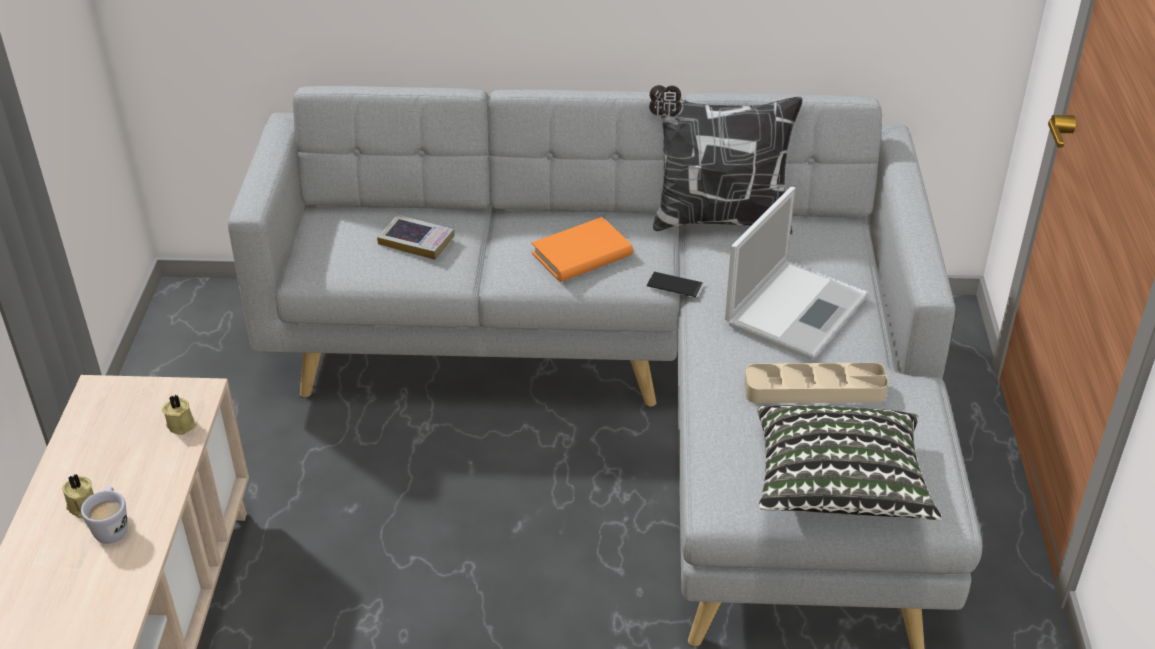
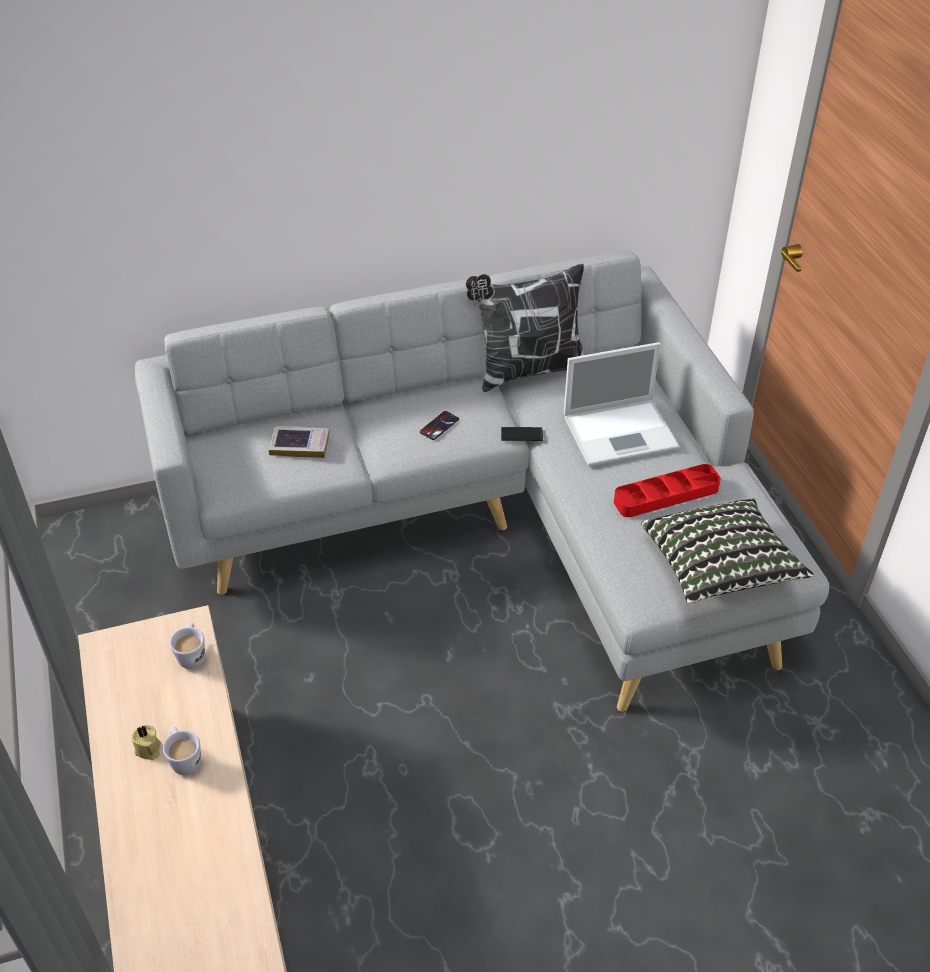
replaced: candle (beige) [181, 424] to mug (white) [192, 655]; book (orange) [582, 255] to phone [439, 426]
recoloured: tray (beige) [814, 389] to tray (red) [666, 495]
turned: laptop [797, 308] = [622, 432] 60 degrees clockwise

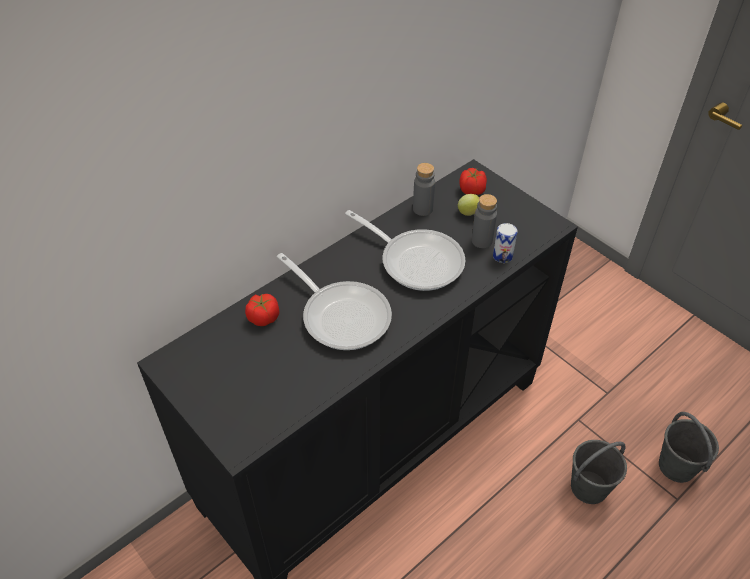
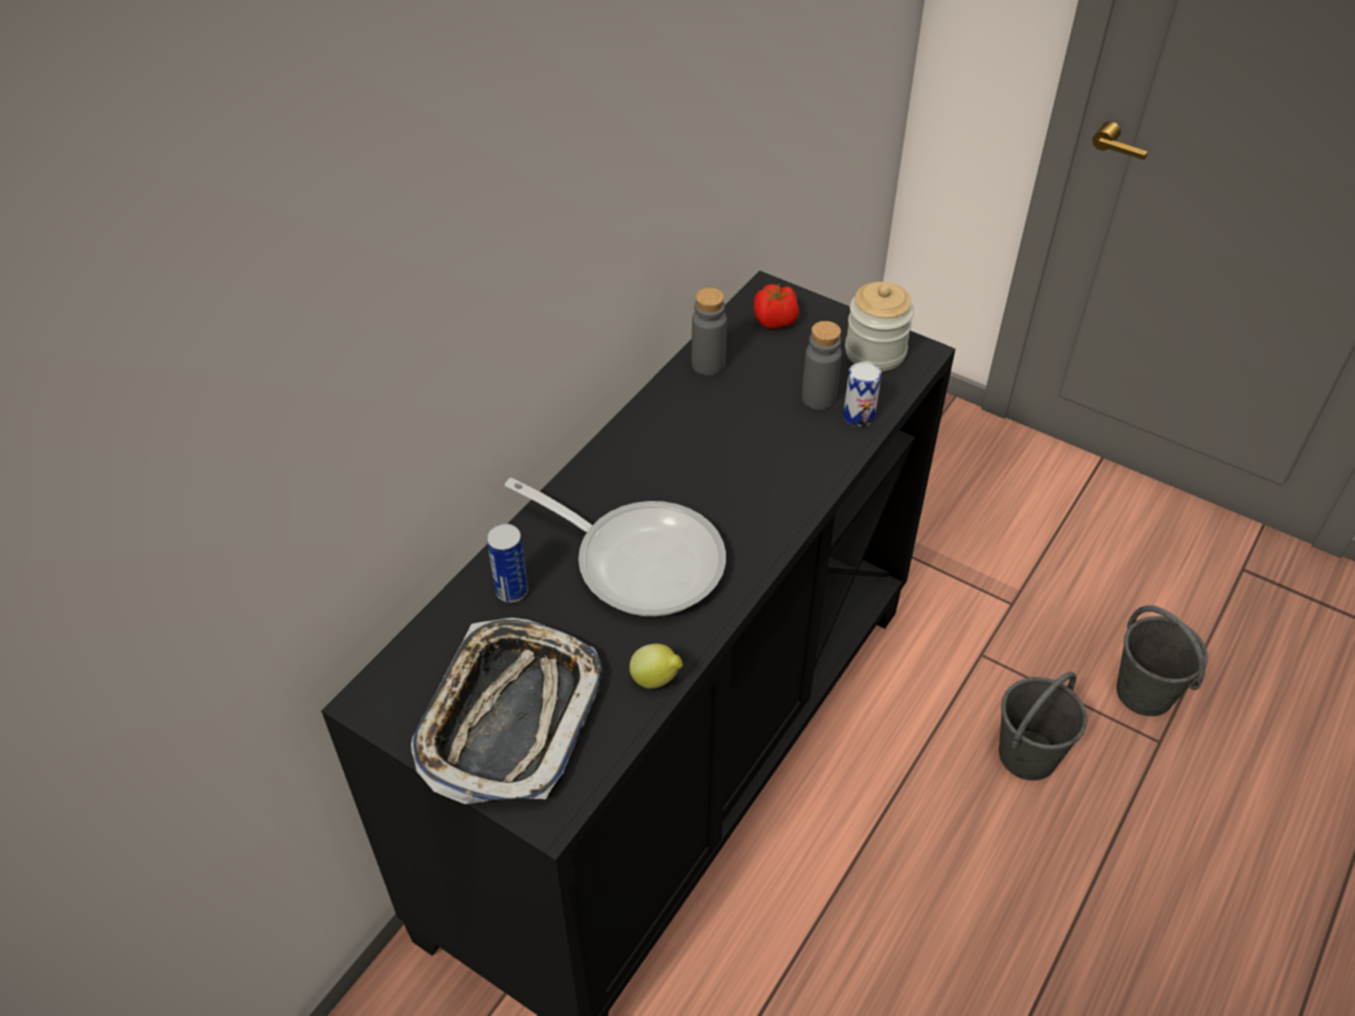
removed: frying pan [416, 260]
added: tray [509, 717]; jar [875, 352]
moved: lemon [469, 213] to [656, 680]
replaced: tomato [263, 318] to can [512, 591]

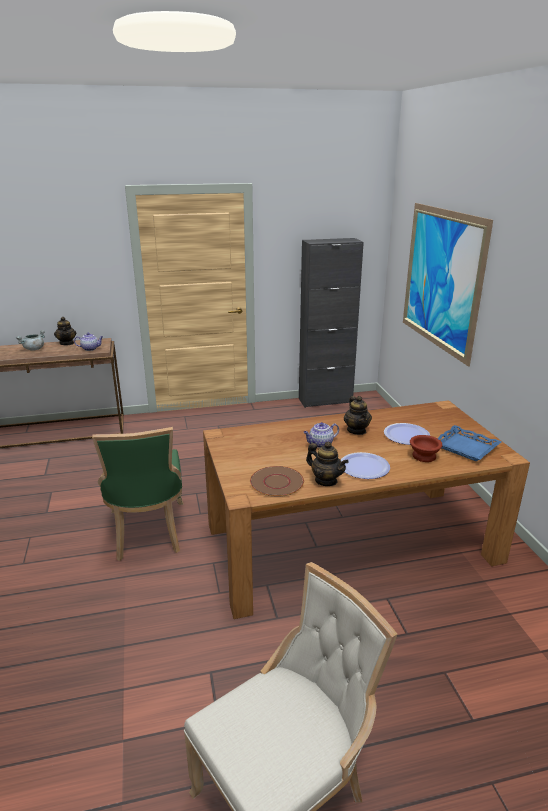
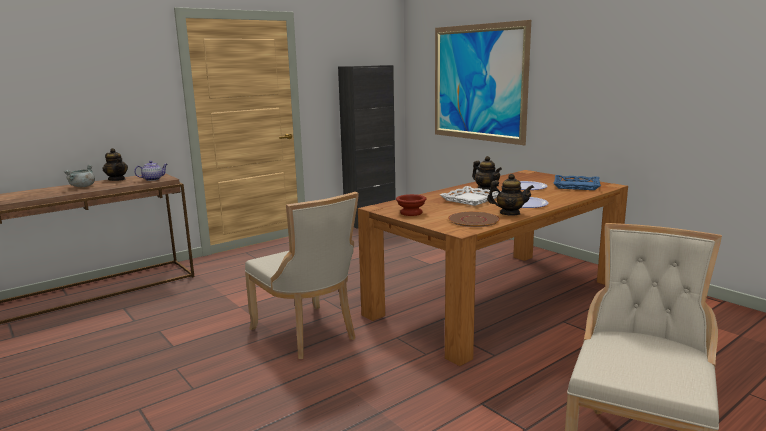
moved: bowl (brown) [424, 457] to [412, 213]
replaced: teapot [320, 444] to tray (white) [471, 199]
recoloured: chair (green) [148, 533] to chair (beige) [307, 334]

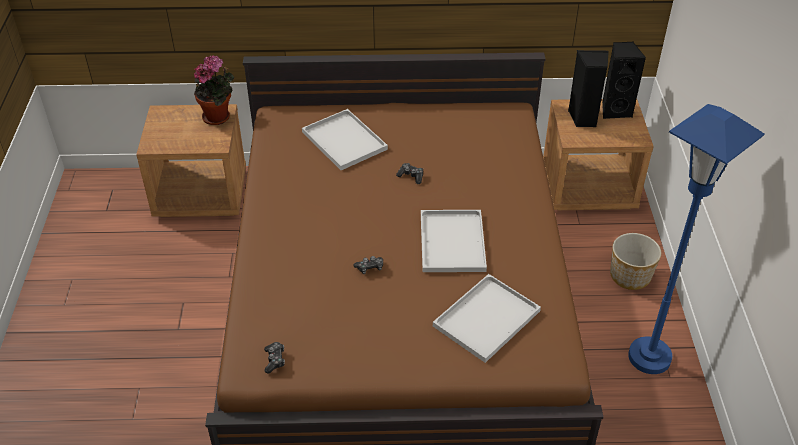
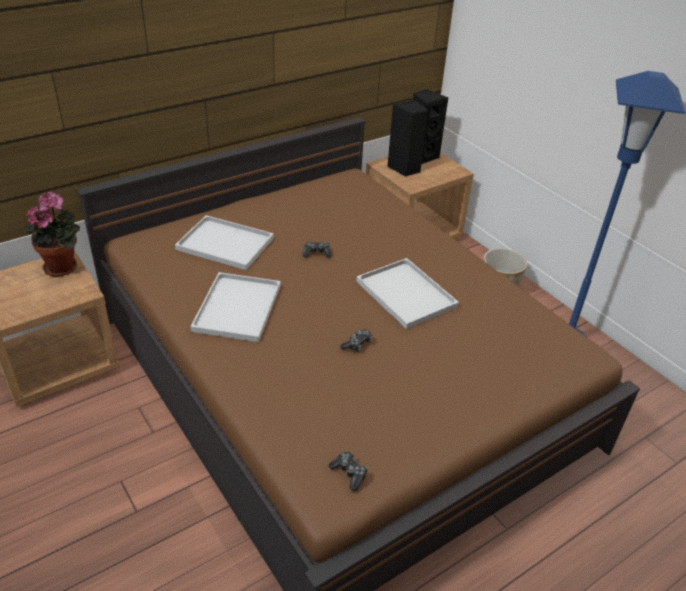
moved: tray (white) [487, 317] to [237, 306]

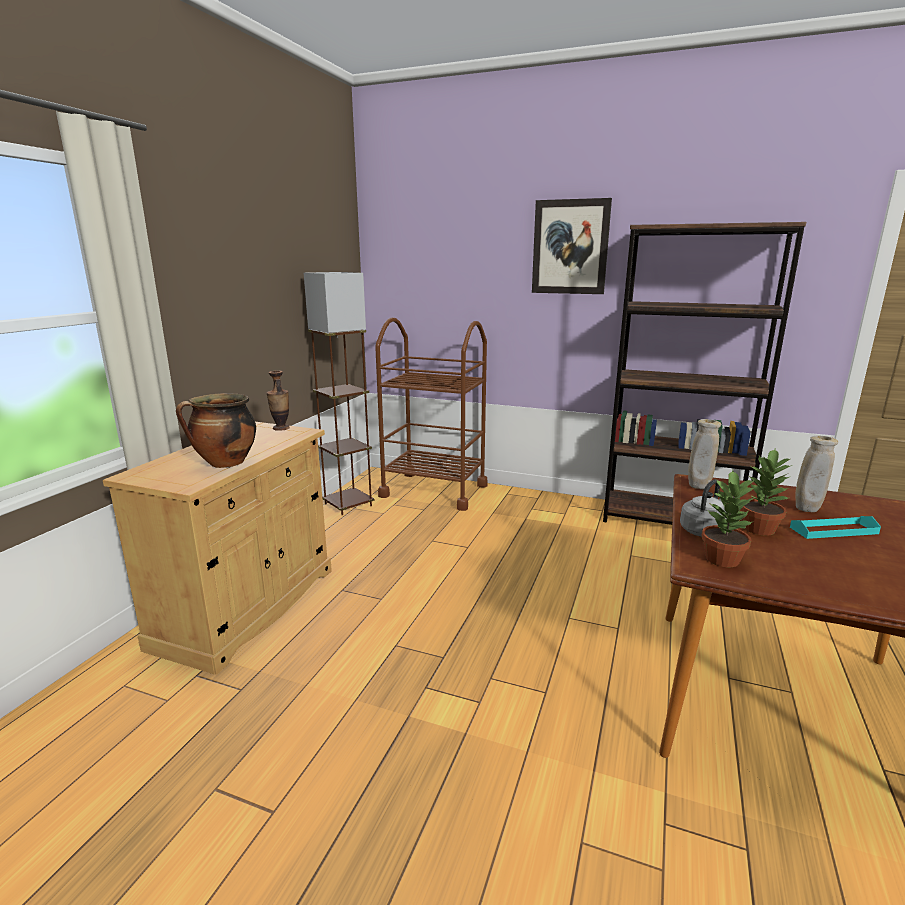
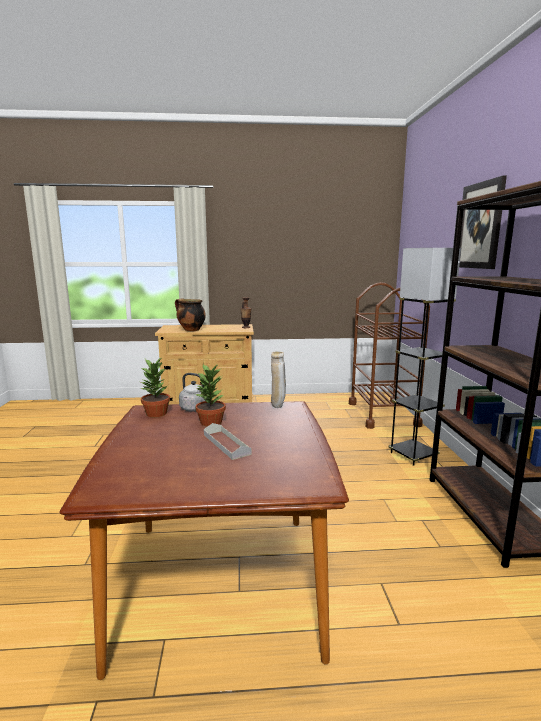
removed: floor lamp (brown) [348, 505]; vase (beige) [806, 510]
added: floor lamp (grey) [413, 455]
recoloured: tray (turquoise) [833, 530] to tray (grey) [226, 444]

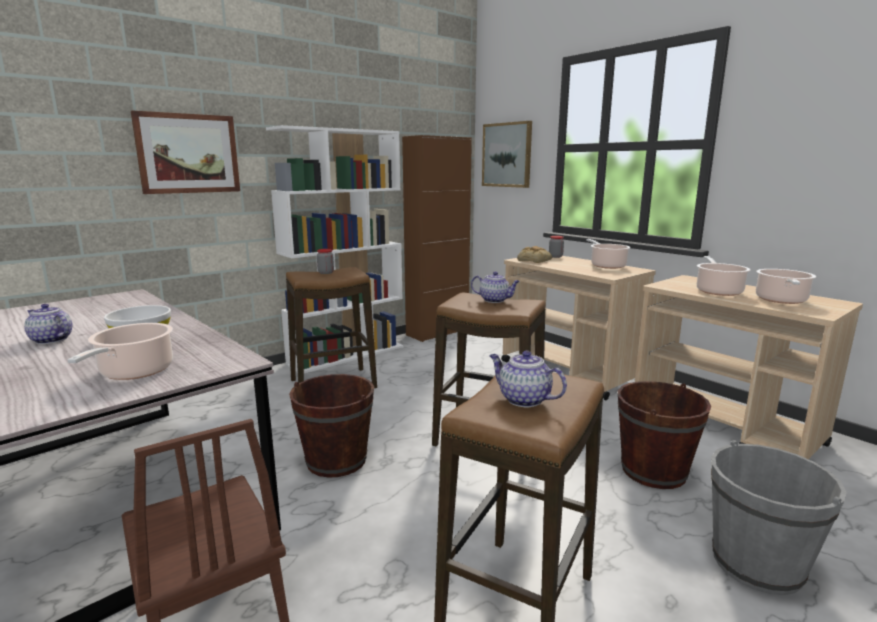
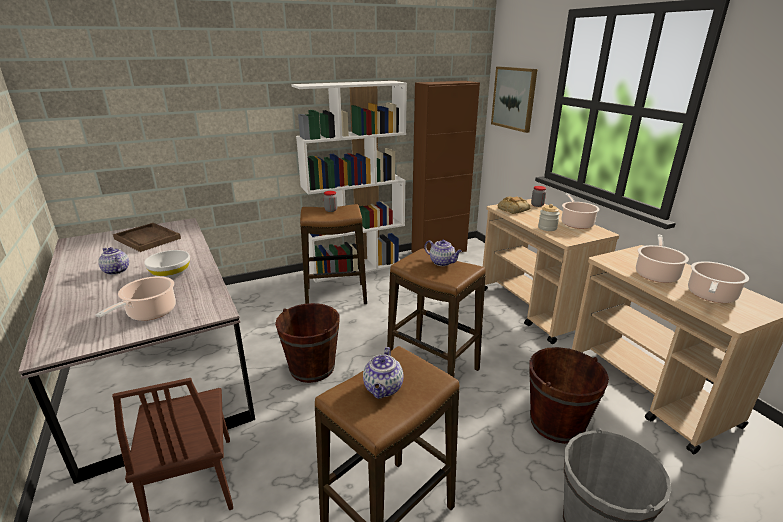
removed: picture [188, 153]
added: tray (brown) [147, 238]; jar [547, 228]
turned: teapot [523, 399] = [383, 389] 135 degrees counterclockwise

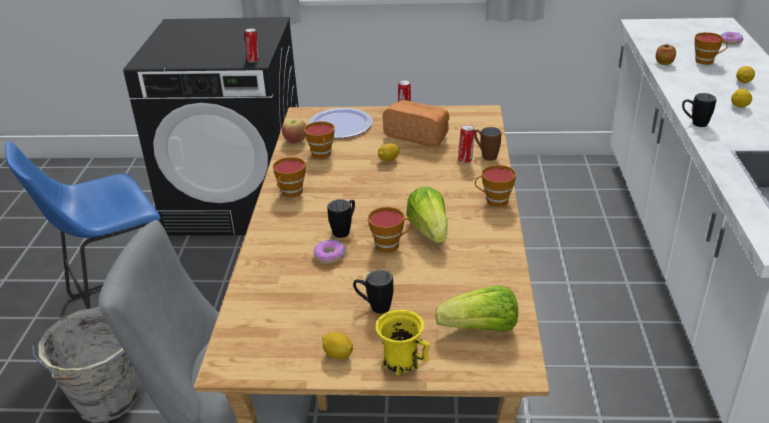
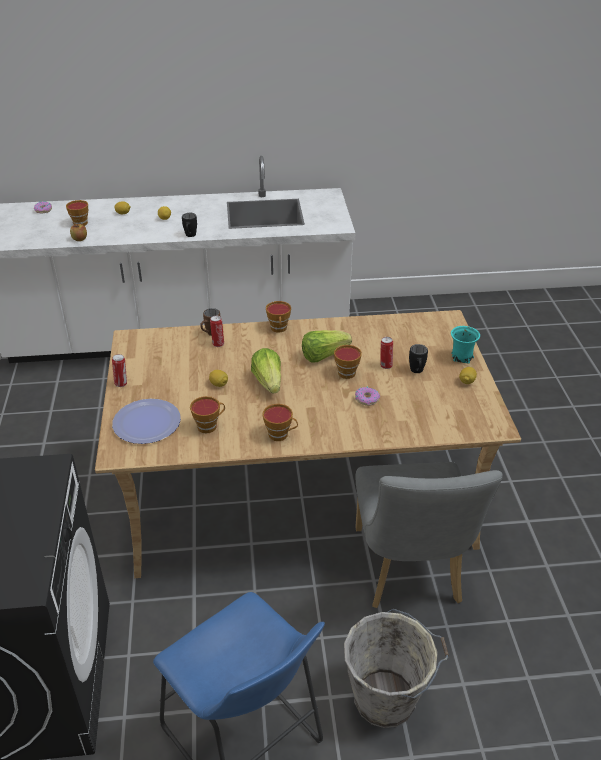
removed: apple [295, 141]; mug (black) [344, 230]; bread [418, 135]
moved: can [253, 60] to [385, 365]; lettuce [481, 328] to [268, 382]
recoloured: mug (yellow) [401, 361] to mug (turquoise) [461, 357]

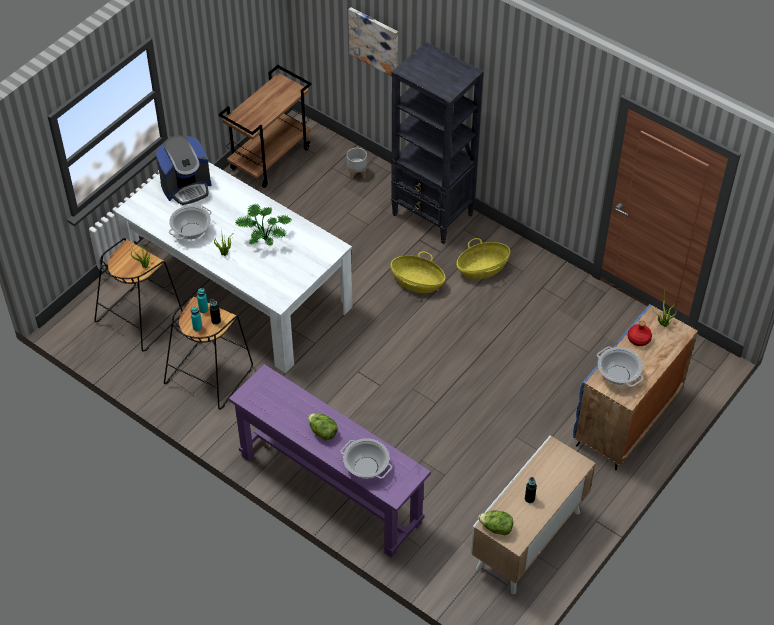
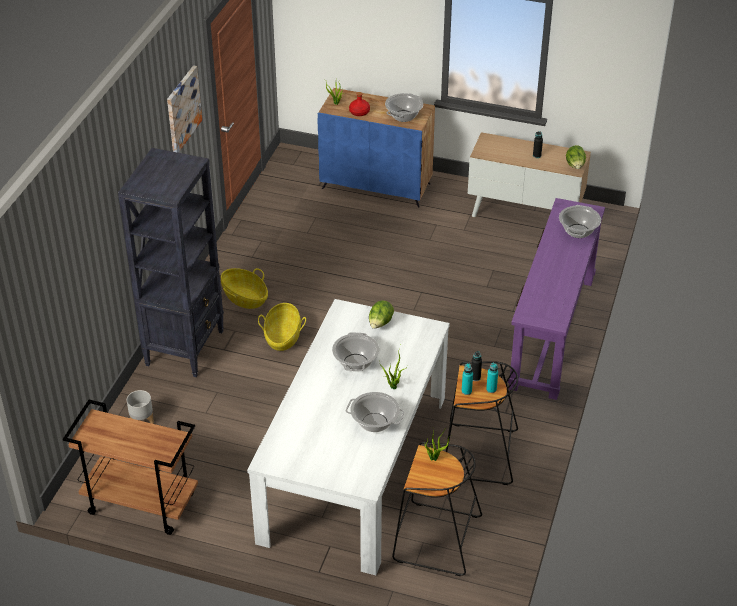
removed: coffee machine [186, 186]
moved: lettuce [322, 432] to [380, 324]; picture [374, 41] to [182, 109]
replaced: potted plant [264, 238] to cooking pot [355, 362]

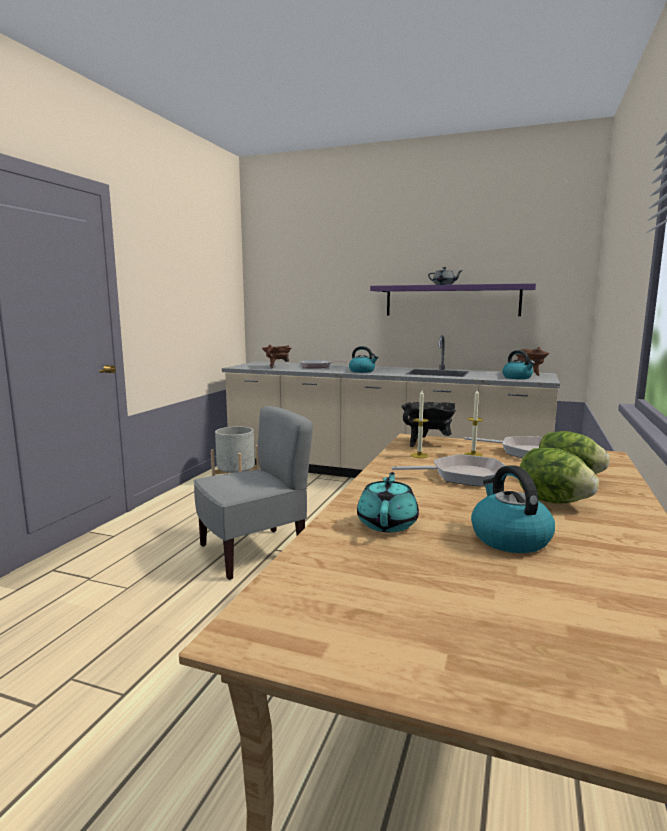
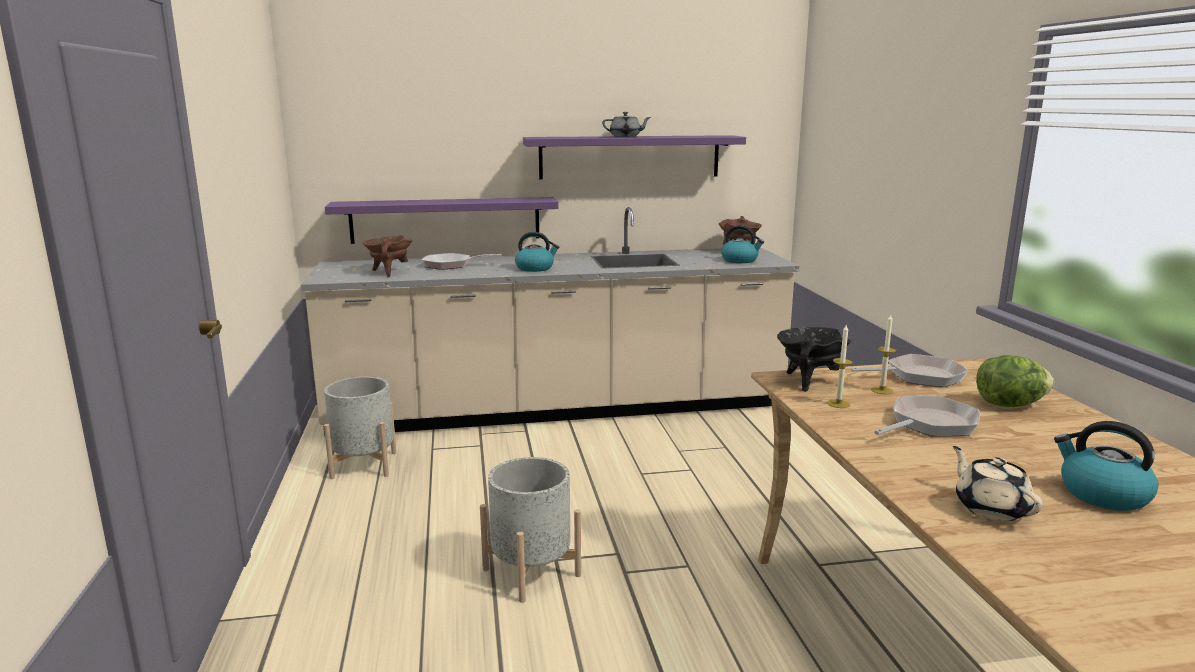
removed: lettuce [552, 501]
added: shelf (purple) [445, 220]
replaced: chair (grey) [253, 552] to planter (grey) [531, 572]
recoloured: teapot (turquoise) [387, 523] to teapot (beige) [990, 508]

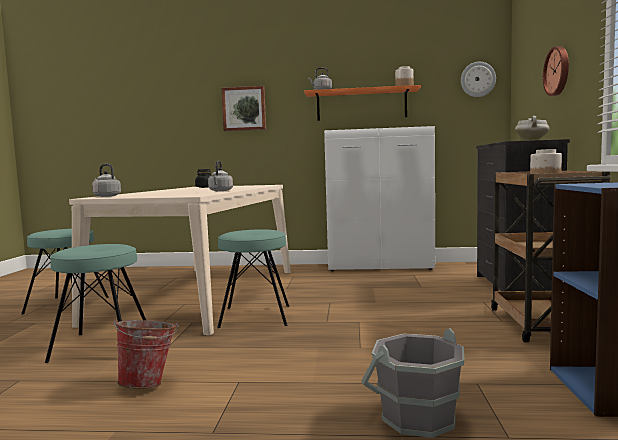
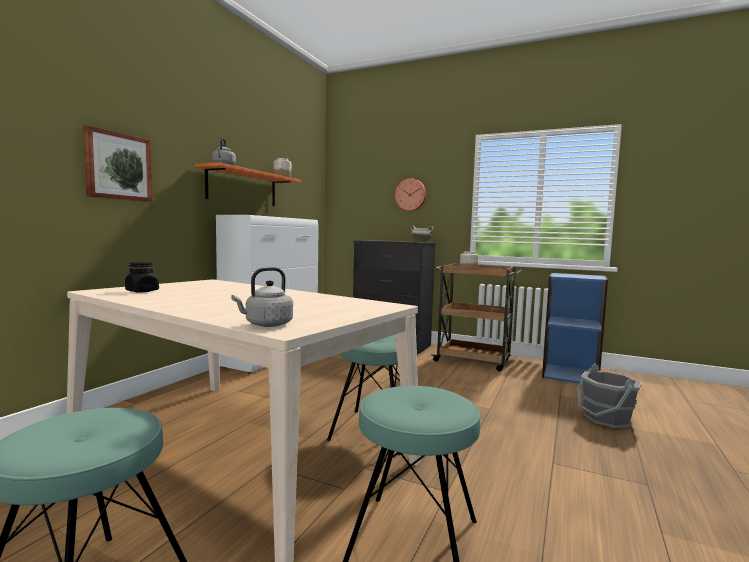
removed: bucket [150, 383]; kettle (grey) [220, 191]; wall clock [477, 79]

